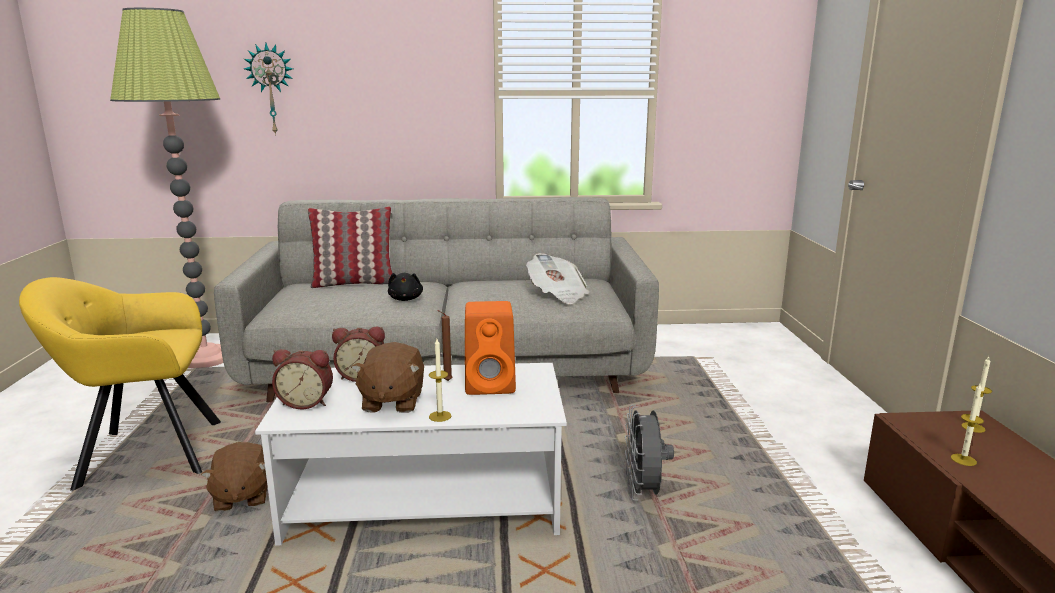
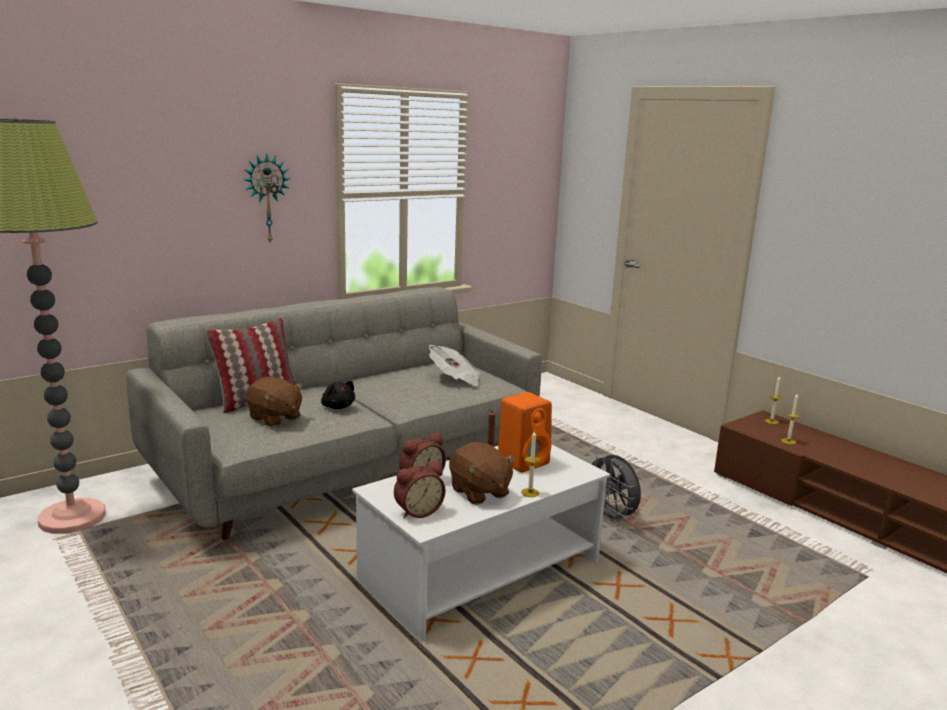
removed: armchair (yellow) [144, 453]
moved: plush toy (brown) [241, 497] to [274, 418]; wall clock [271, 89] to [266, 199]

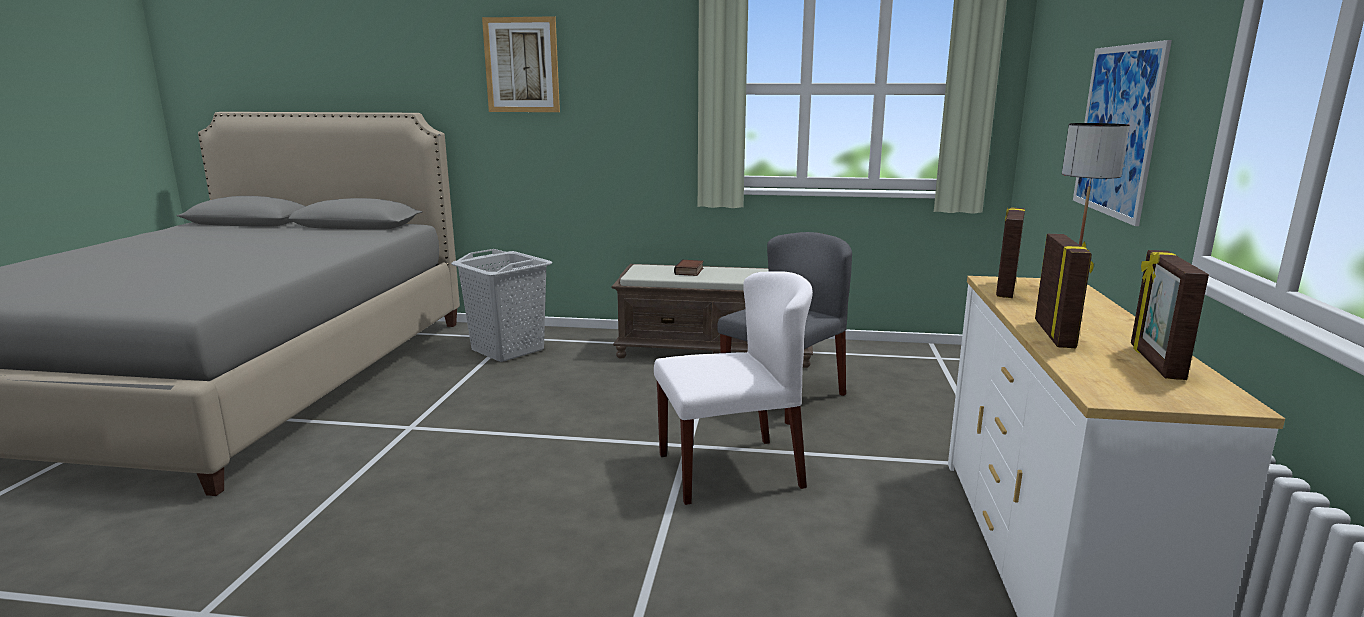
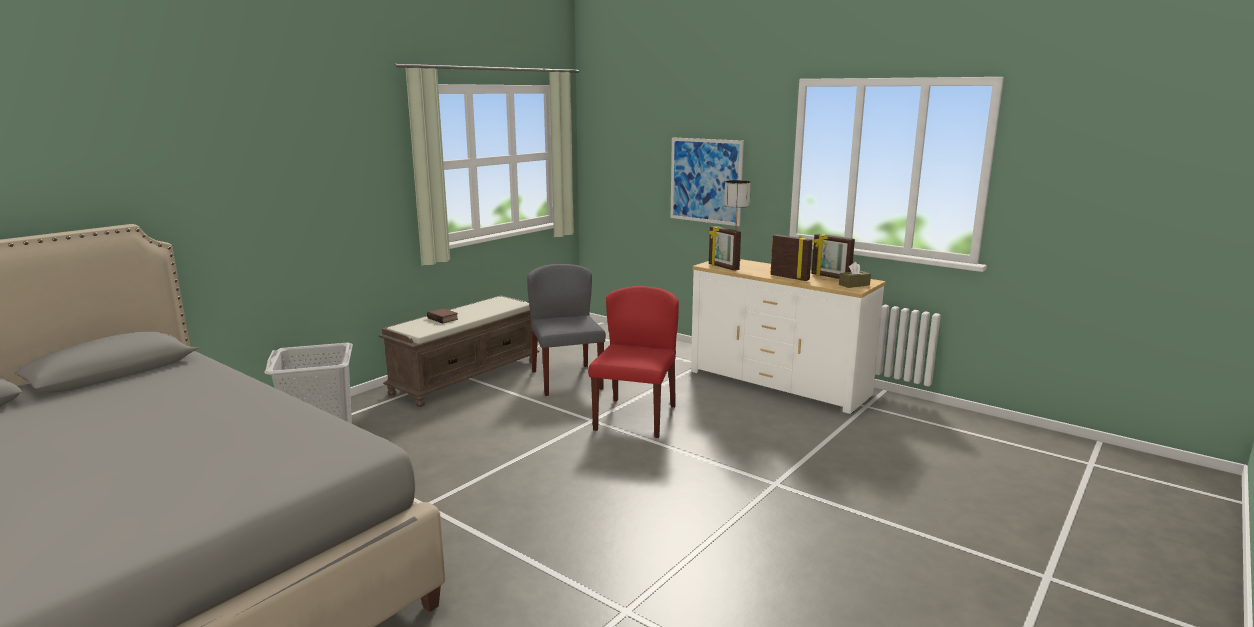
removed: picture [522, 65]
added: tissue box (brown) [854, 285]
recoloured: chair (white) [731, 470] to chair (red) [635, 417]

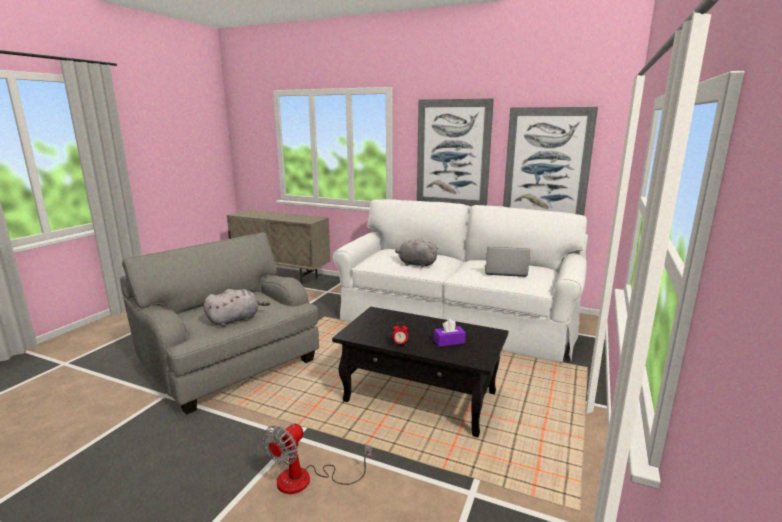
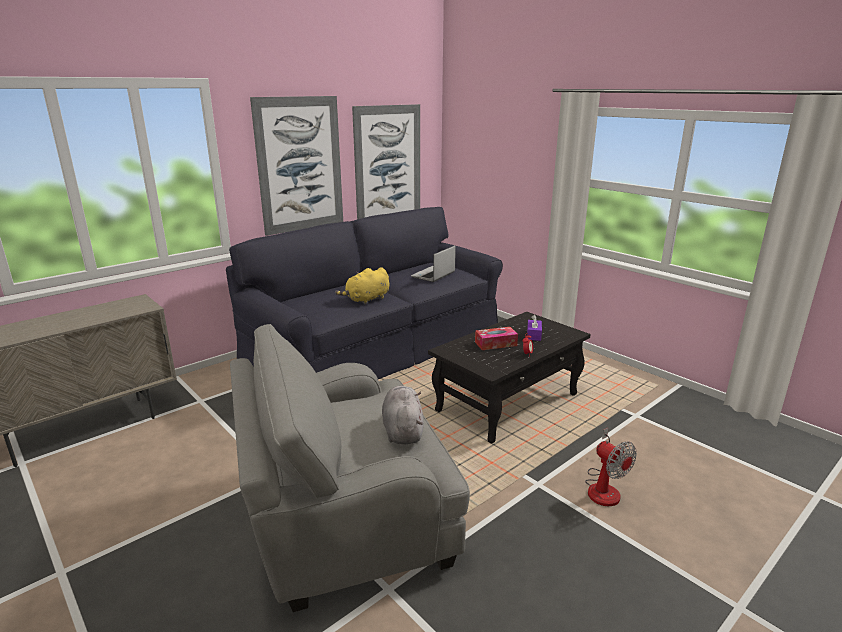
added: tissue box [495, 344]
recoloured: sofa (white) [455, 319] to sofa (black) [379, 347]; plush toy (grey) [415, 264] to plush toy (yellow) [366, 300]

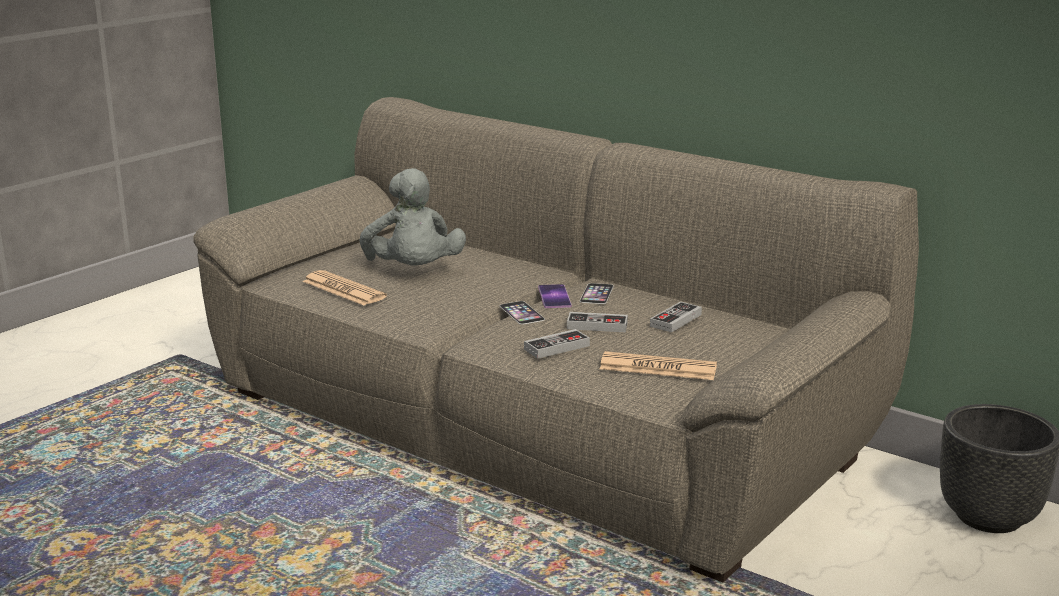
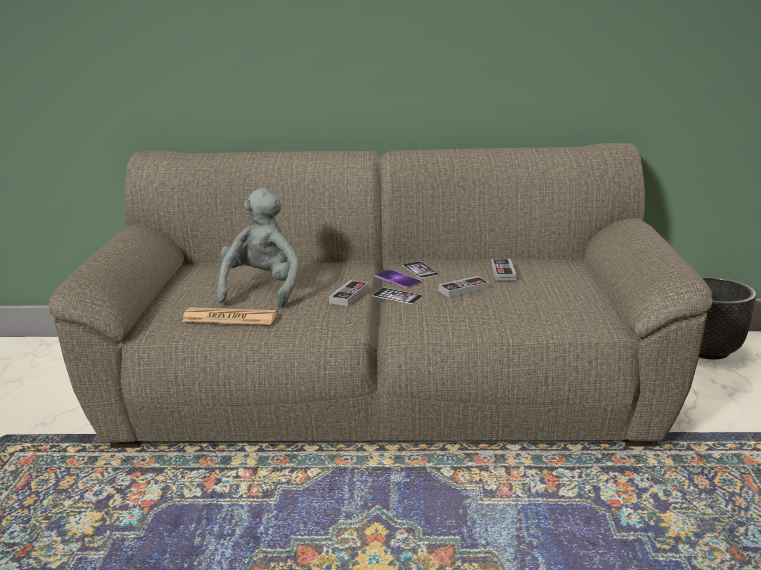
removed: newspaper [658, 368]
moved: game controller [556, 347] to [349, 296]
turned: plush toy (grey) [413, 272] = [262, 290] 120 degrees counterclockwise

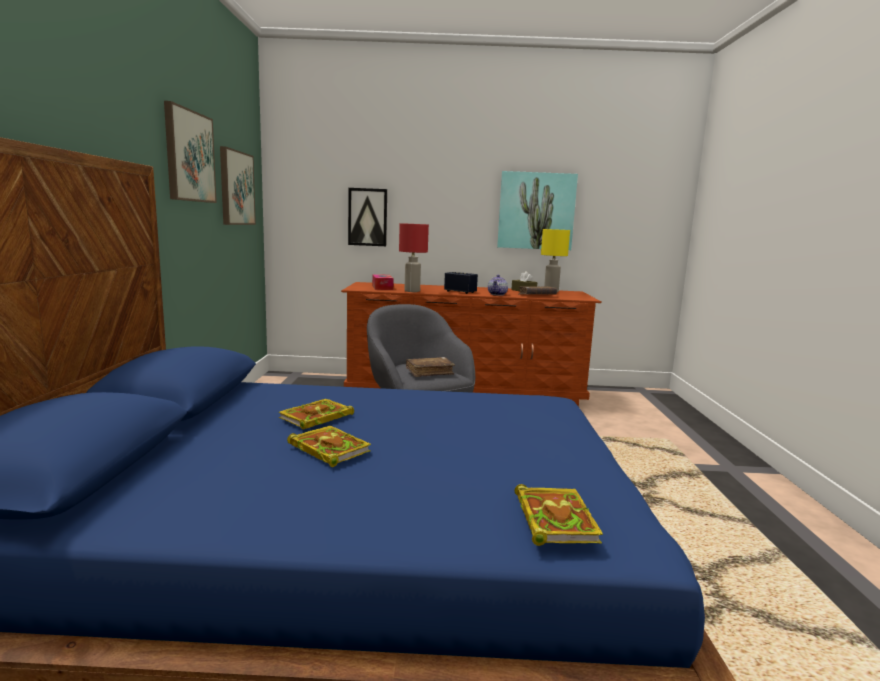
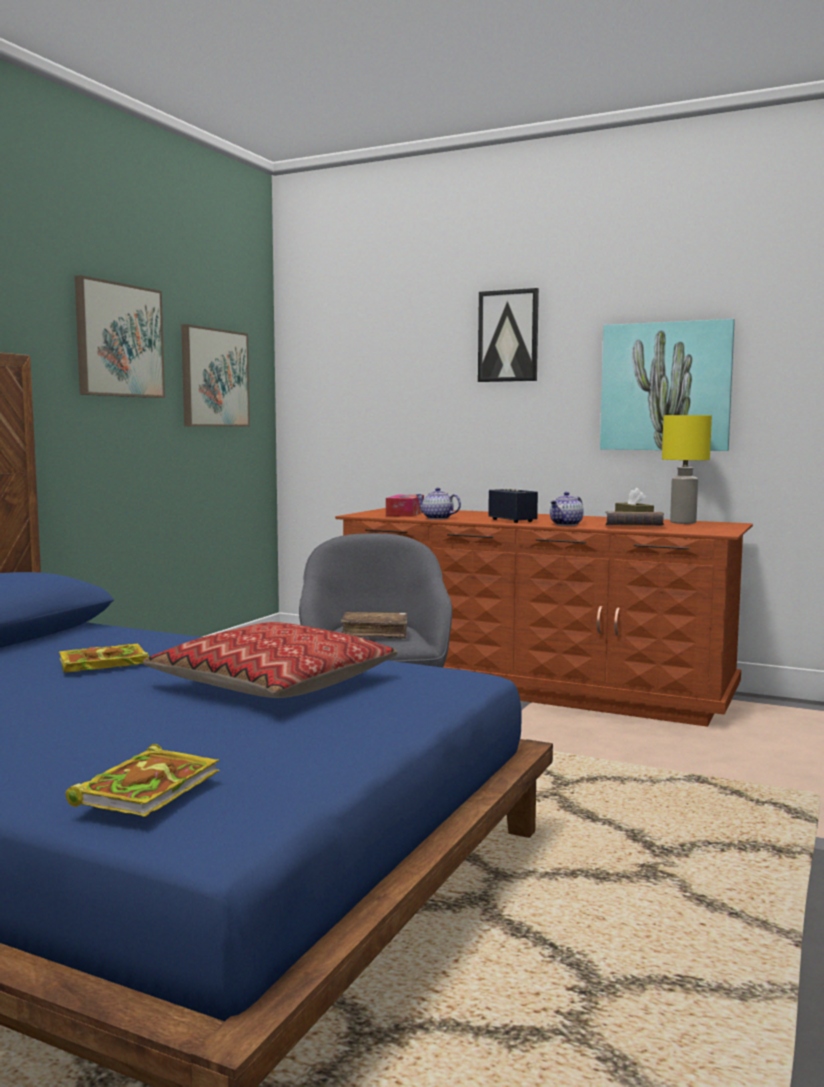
removed: book [327, 449]
added: pillow [273, 684]
moved: picture [367, 217] to [508, 336]
replaced: table lamp (red) [412, 291] to teapot [437, 518]

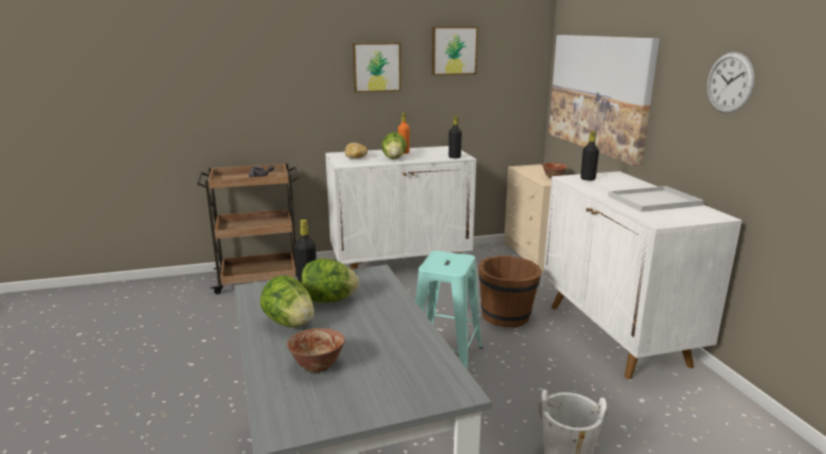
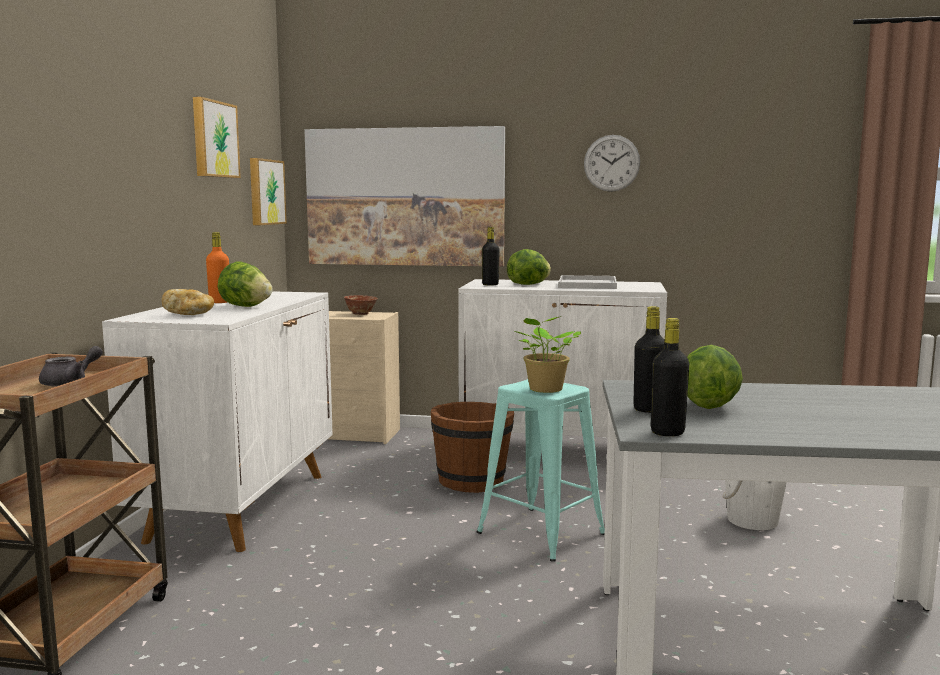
removed: bowl [317, 365]
added: potted plant [544, 390]
moved: lettuce [289, 323] to [529, 284]; picture [376, 67] to [265, 192]; bottle (black) [454, 157] to [667, 432]

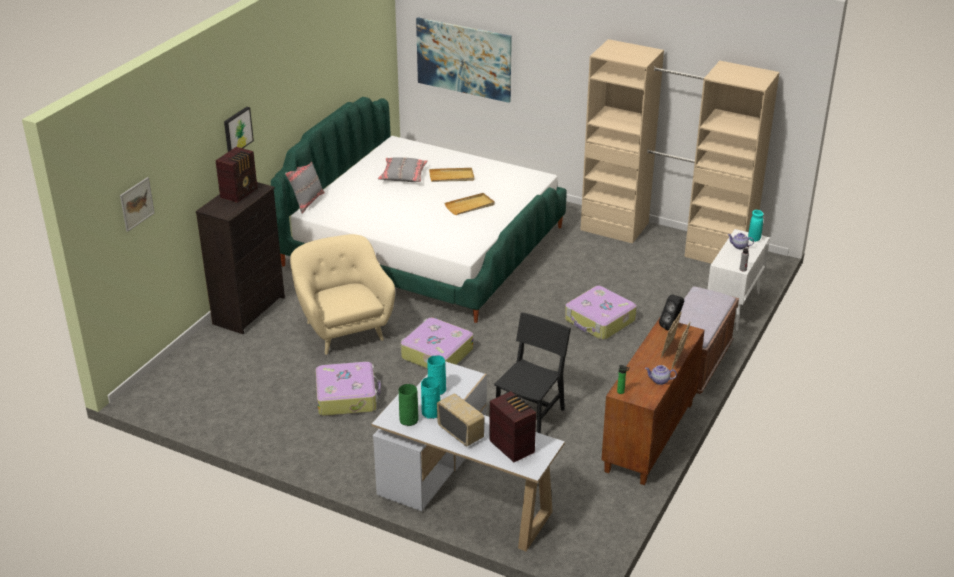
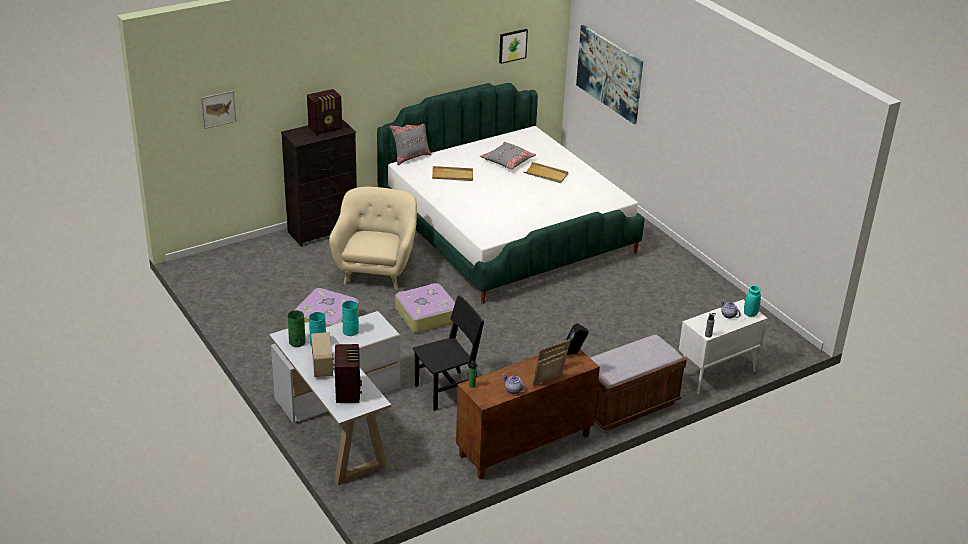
removed: suitcase [599, 321]; wardrobe (beige) [667, 239]
moved: picture [237, 130] to [512, 45]; tray (beige) [470, 206] to [452, 175]

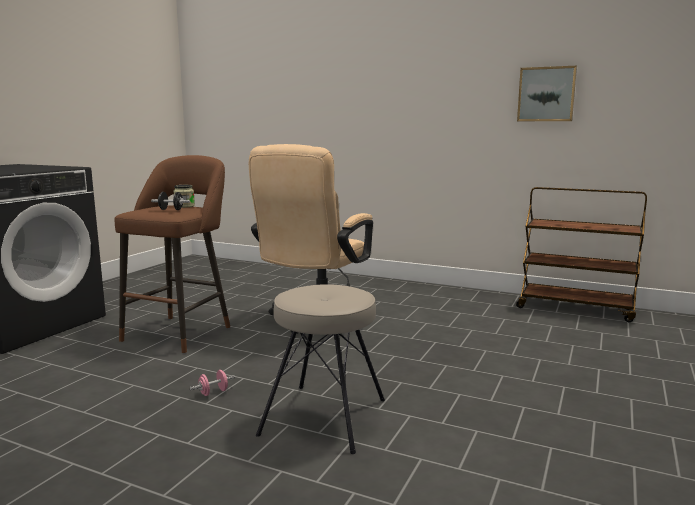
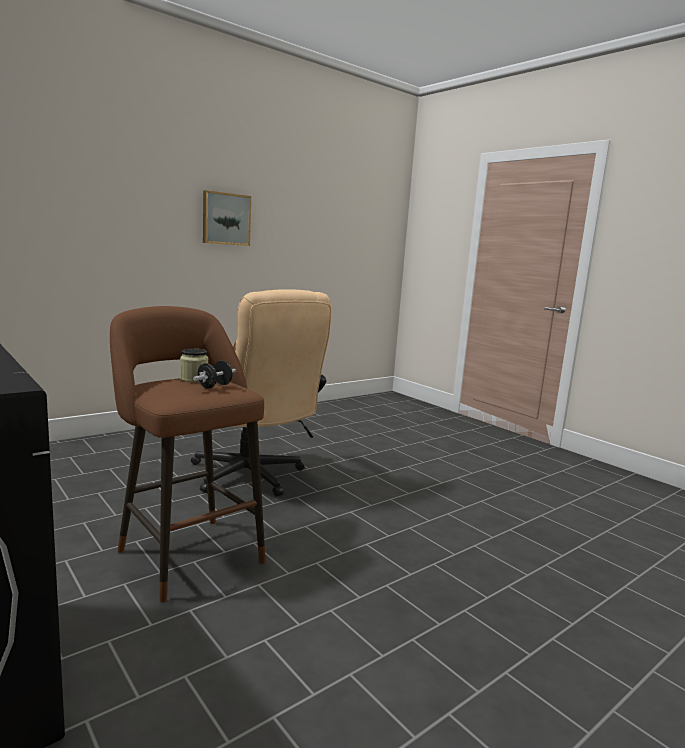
removed: dumbbell (pink) [213, 392]; stool (beige) [325, 416]; cart (brown) [575, 308]
moved: picture [546, 94] to [226, 219]

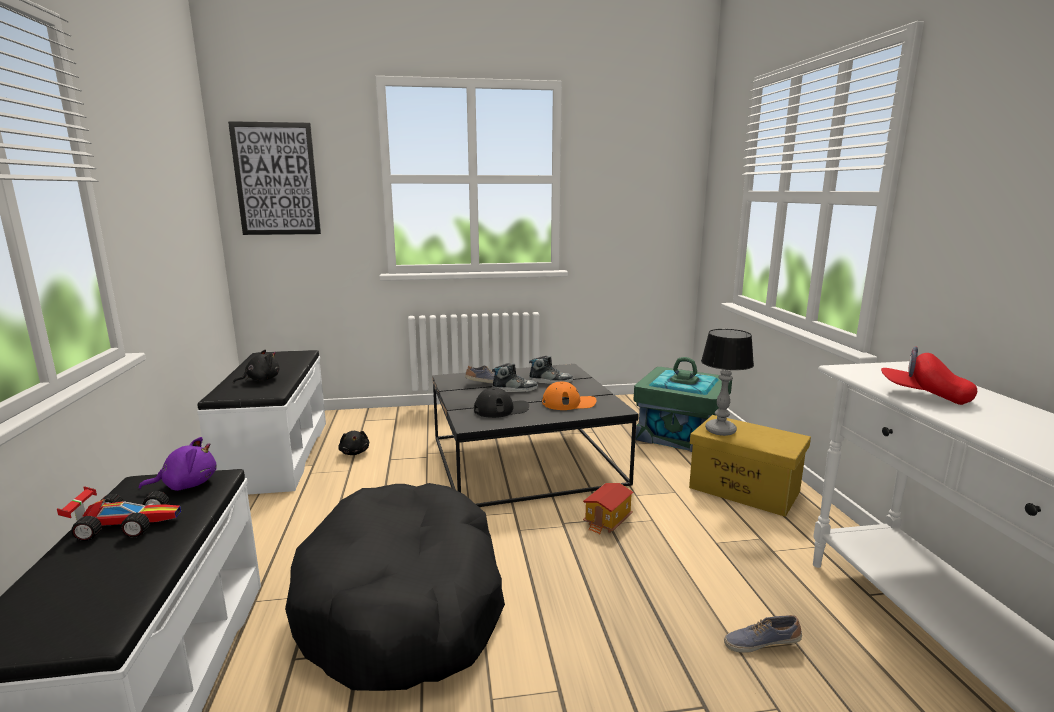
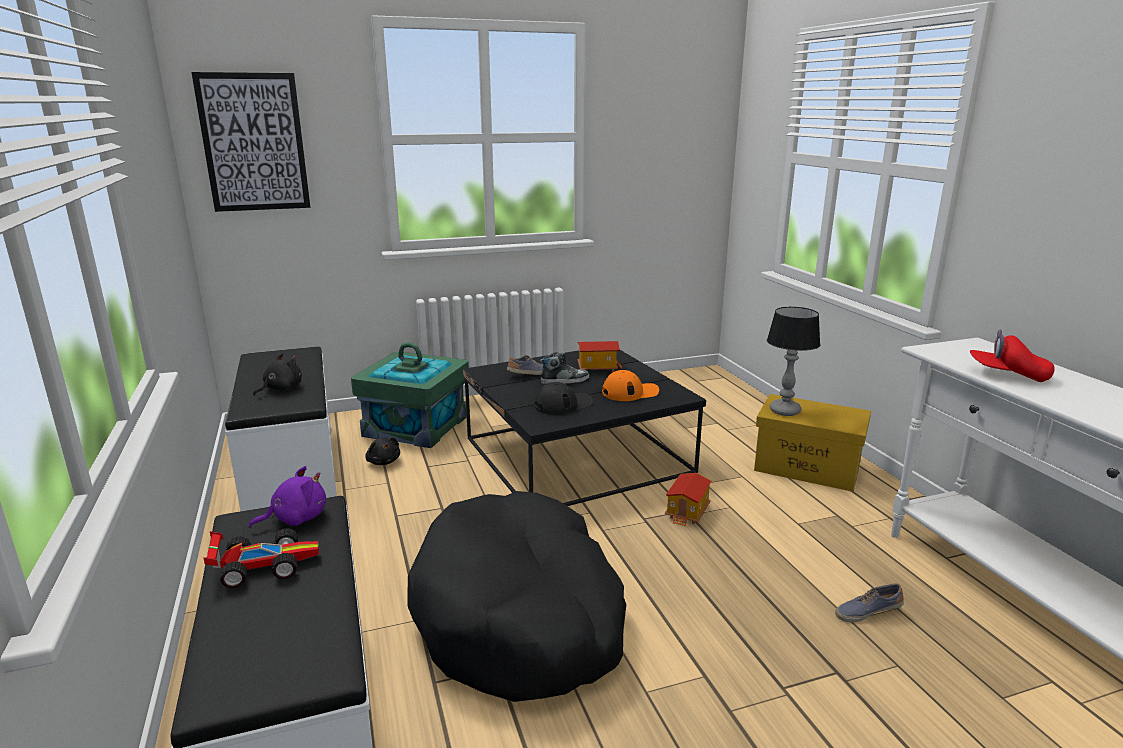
moved: storage box (green) [680, 434] to [416, 426]
replaced: shoe [550, 381] to toy house [597, 368]

